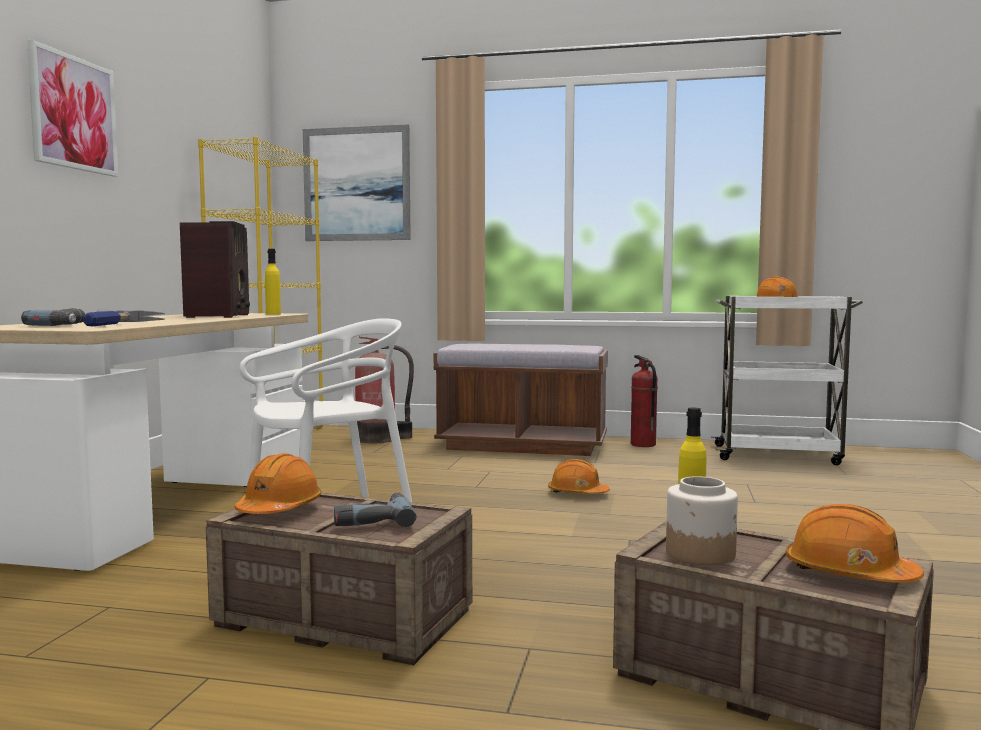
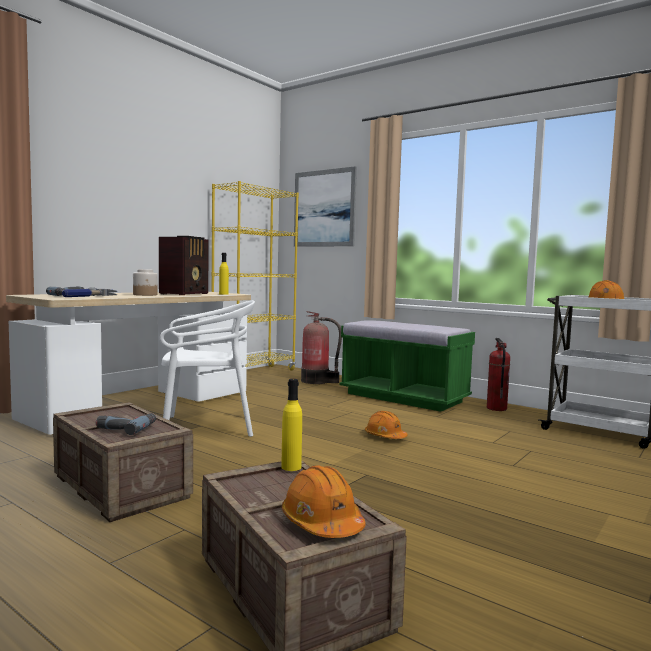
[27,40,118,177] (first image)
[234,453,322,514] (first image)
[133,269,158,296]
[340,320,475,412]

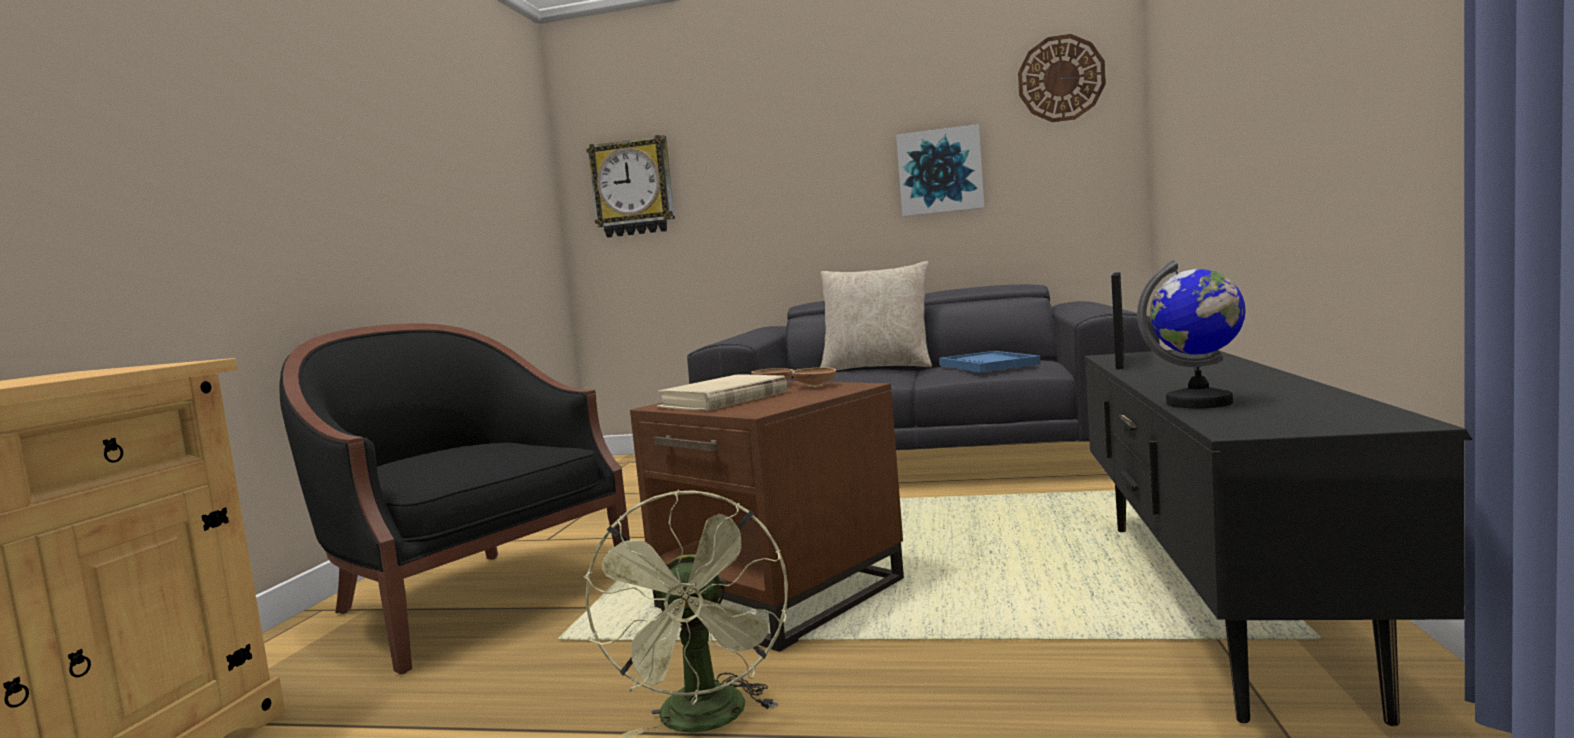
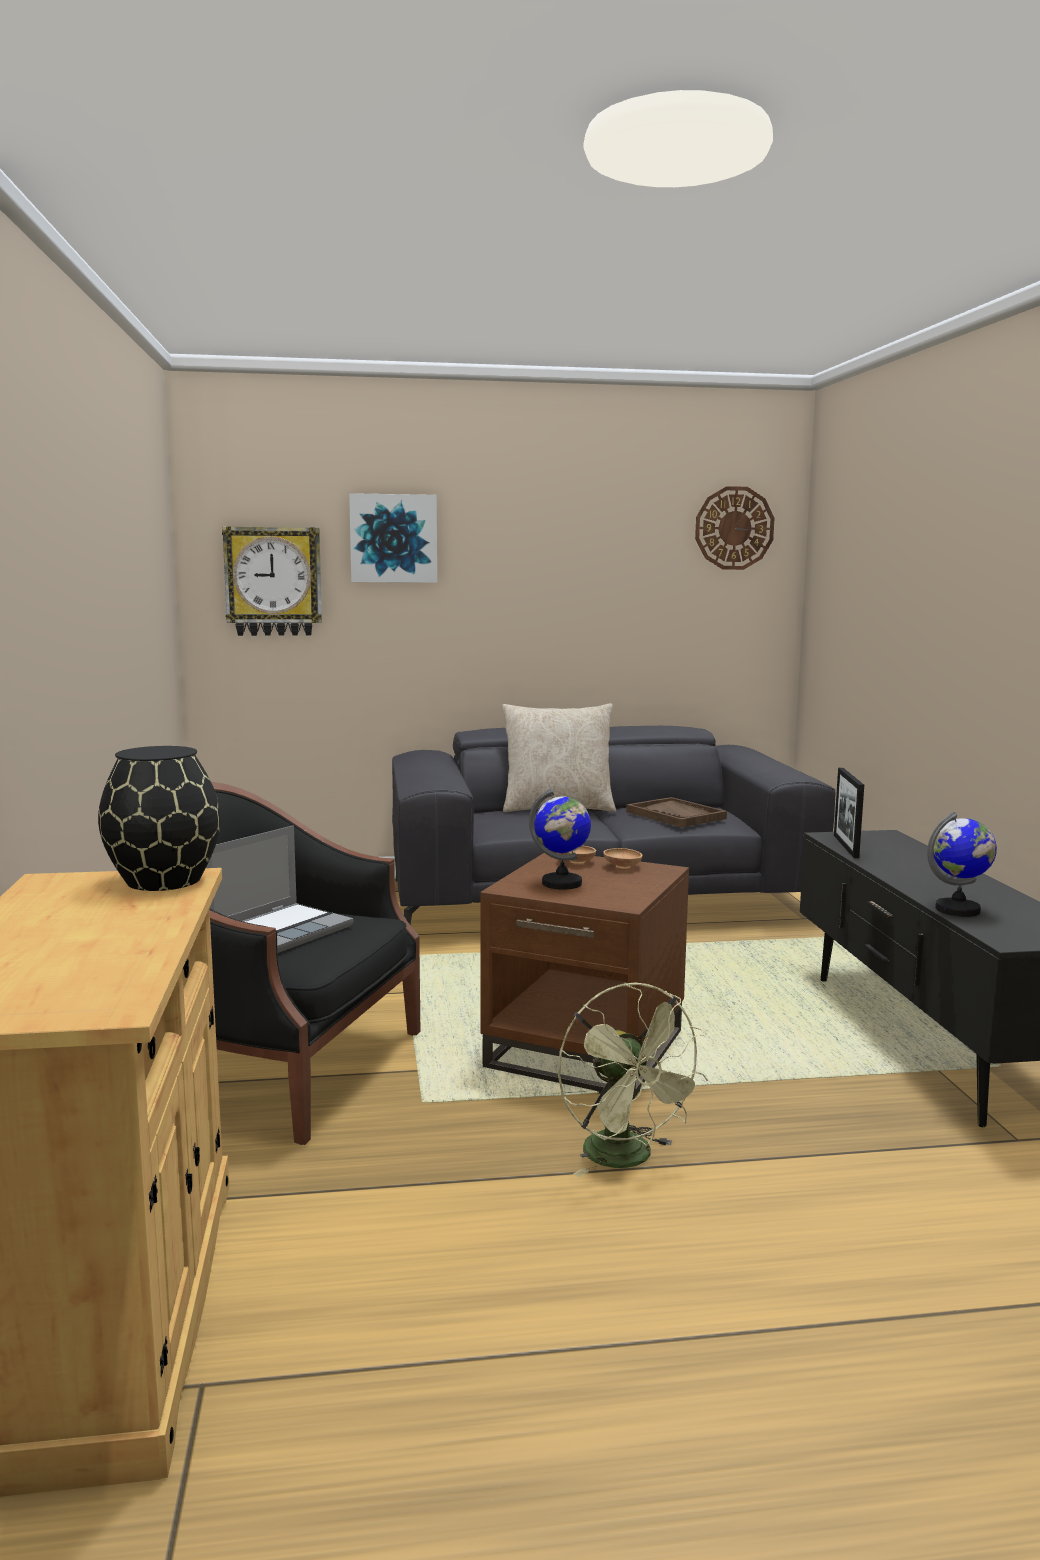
[98,746,221,891]
[206,825,353,953]
[349,493,437,583]
[529,789,591,890]
[626,797,727,827]

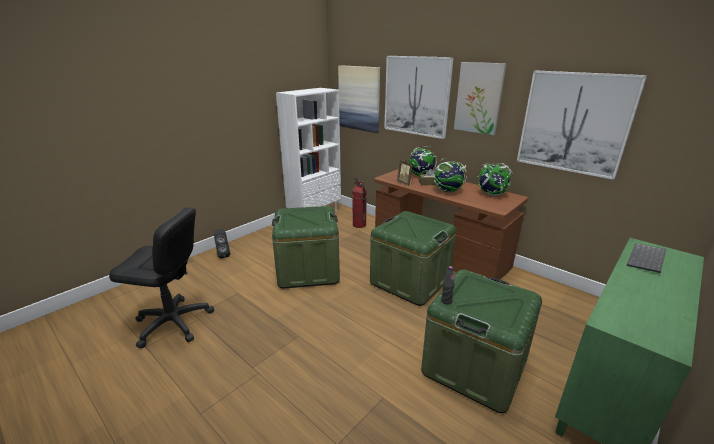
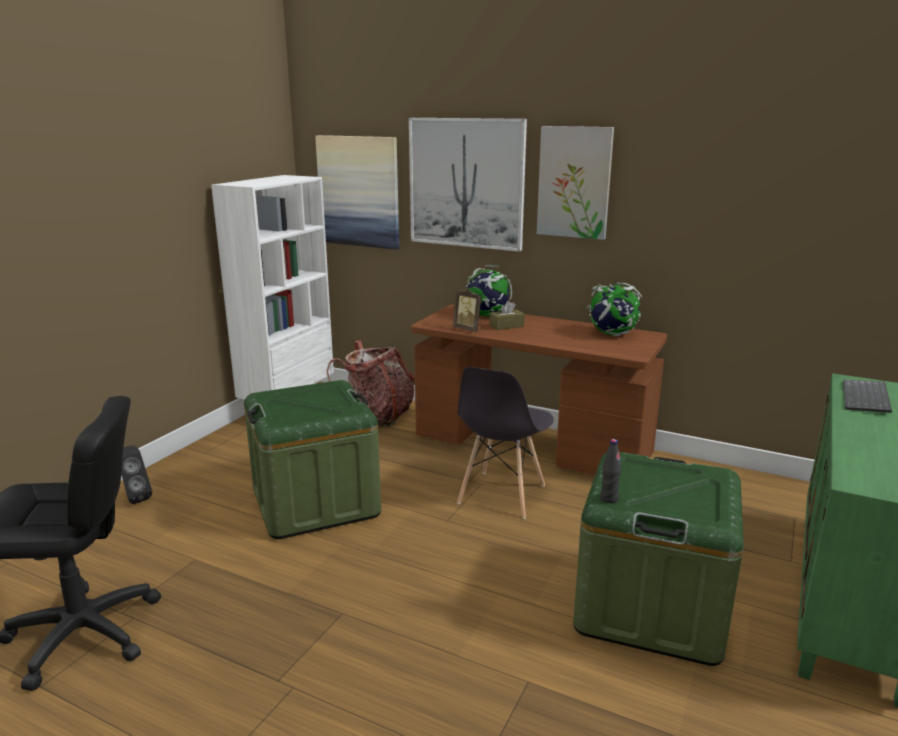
[434,158,467,192] (first image)
[517,70,647,180] (first image)
[327,340,415,427]
[457,367,554,519]

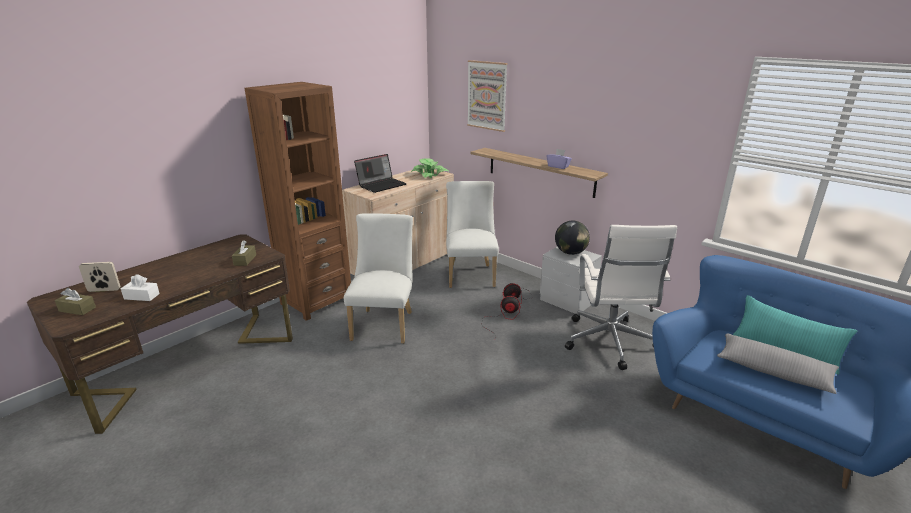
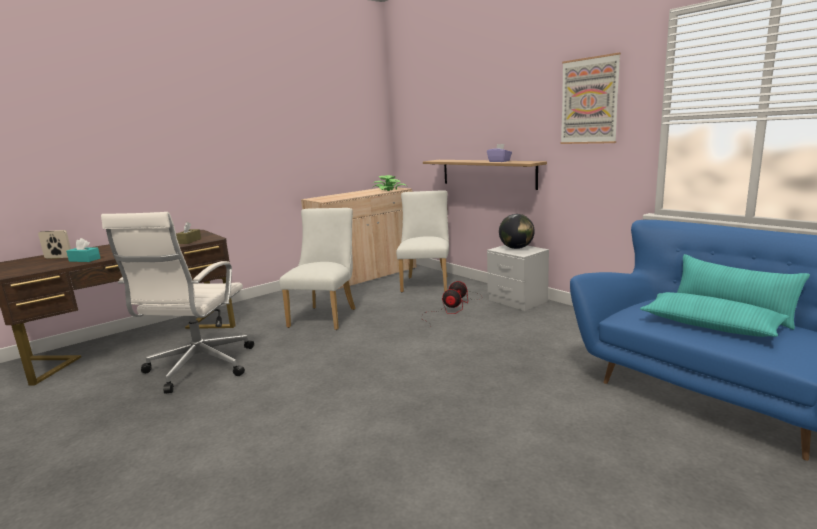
[55,288,96,315] (first image)
[244,82,351,321] (first image)
[354,154,407,193] (first image)
[560,53,621,144]
[101,212,254,394]
[66,238,100,262]
[640,292,790,337]

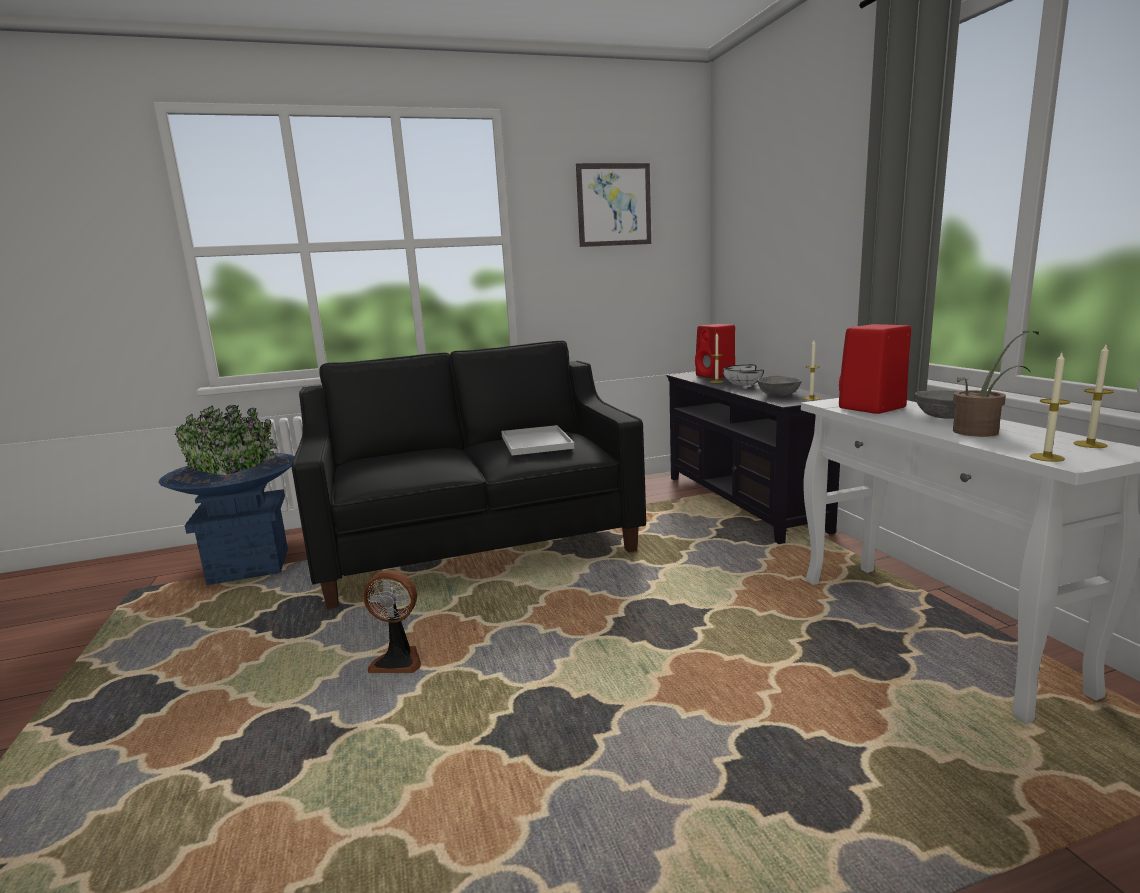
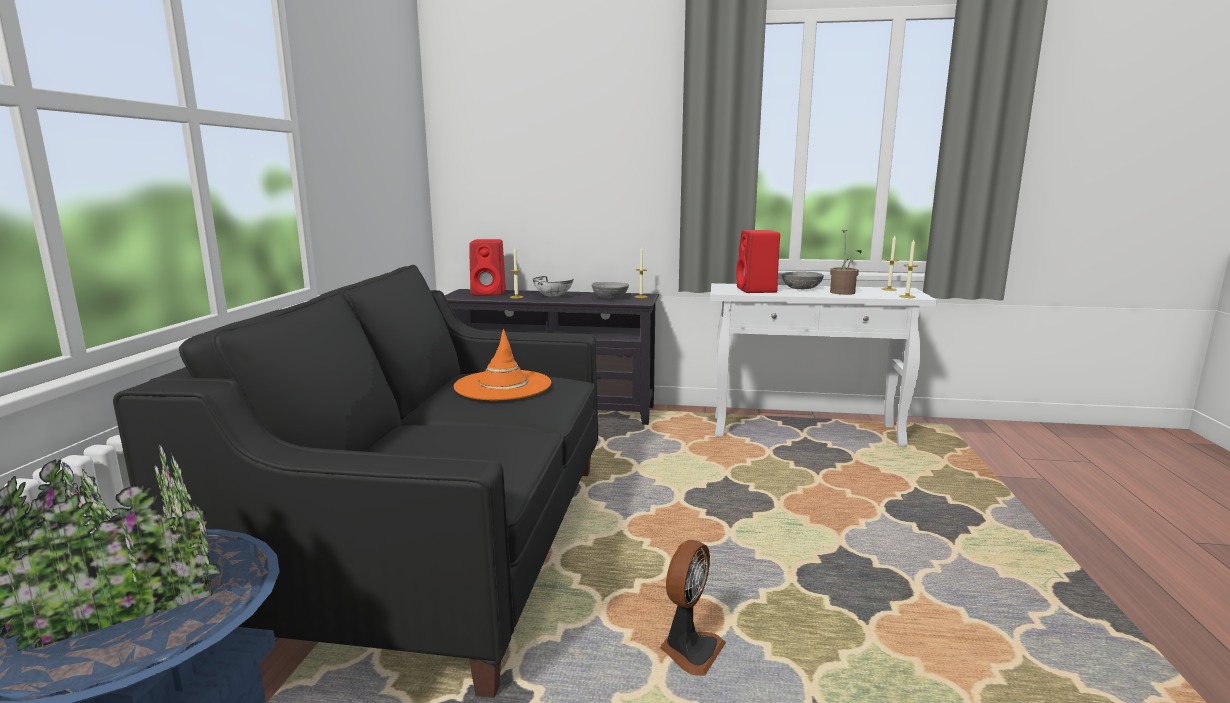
[576,163,651,247] (first image)
[454,329,551,400]

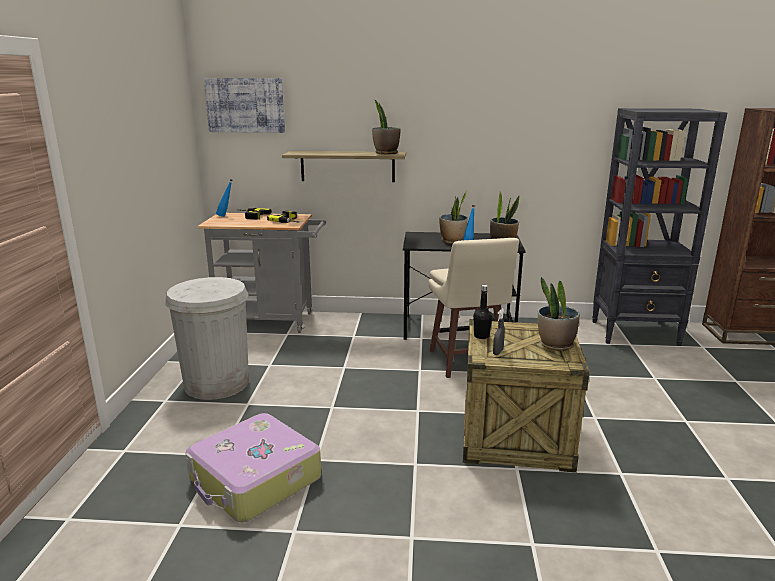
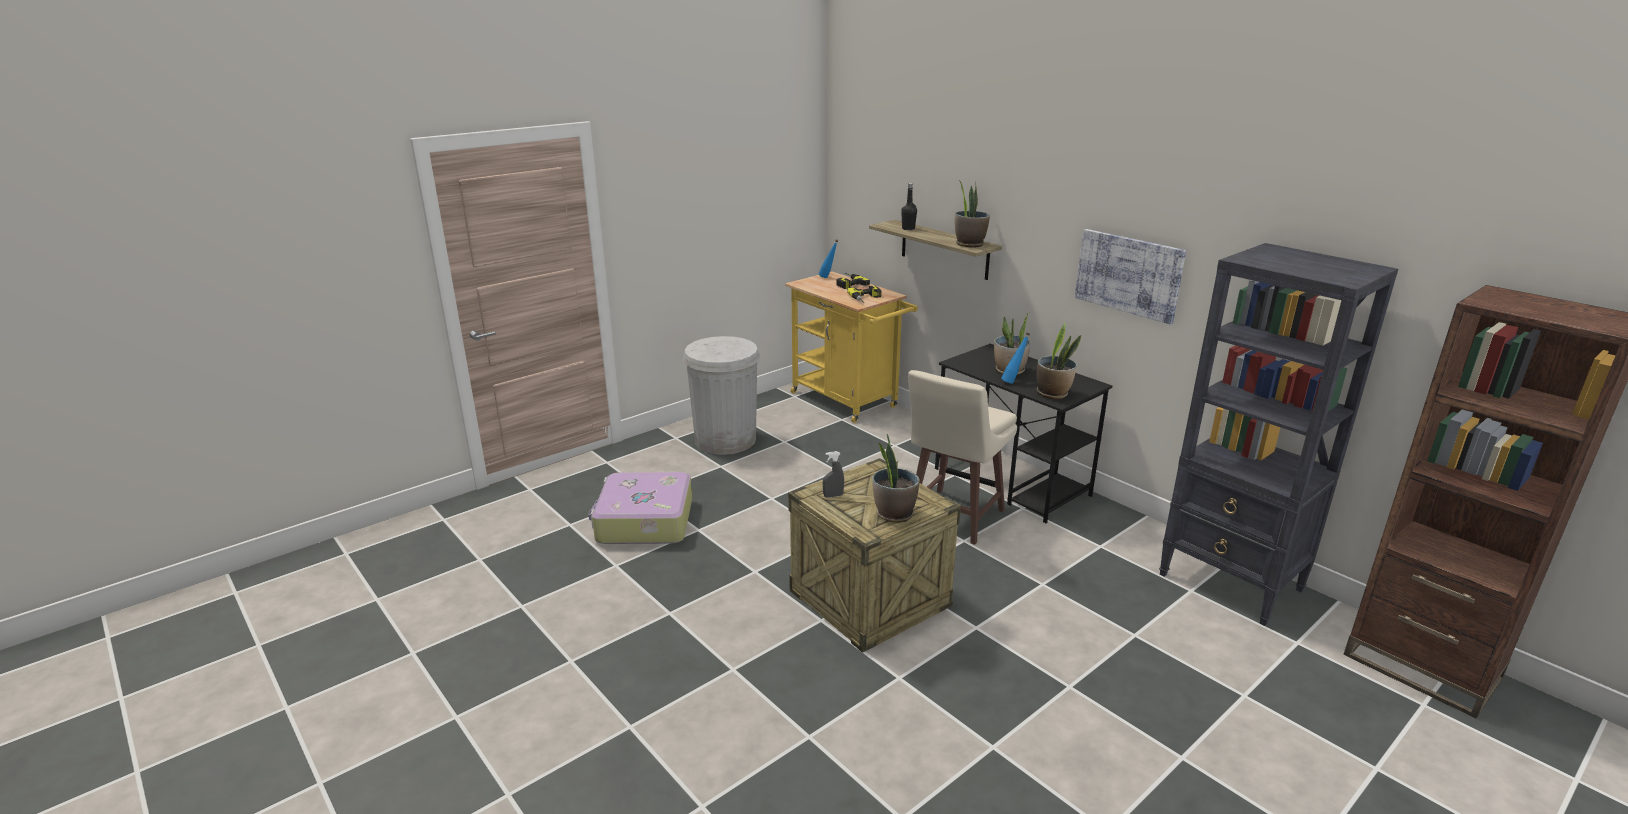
[1075,229,1186,324]
[901,183,917,230]
[785,272,918,423]

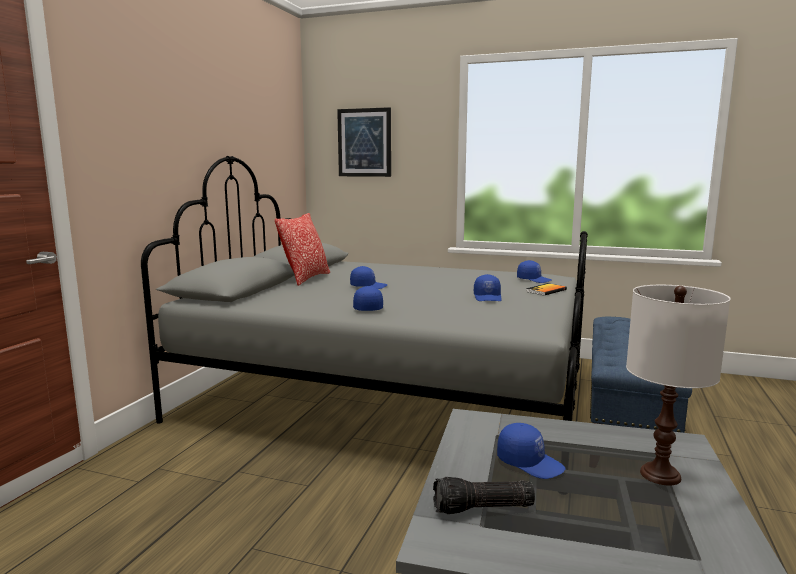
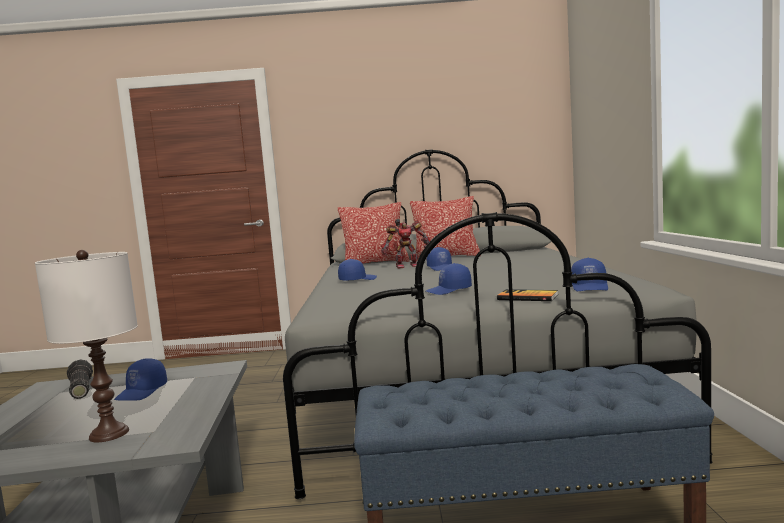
[337,107,391,177] (first image)
[338,202,410,264]
[381,219,431,268]

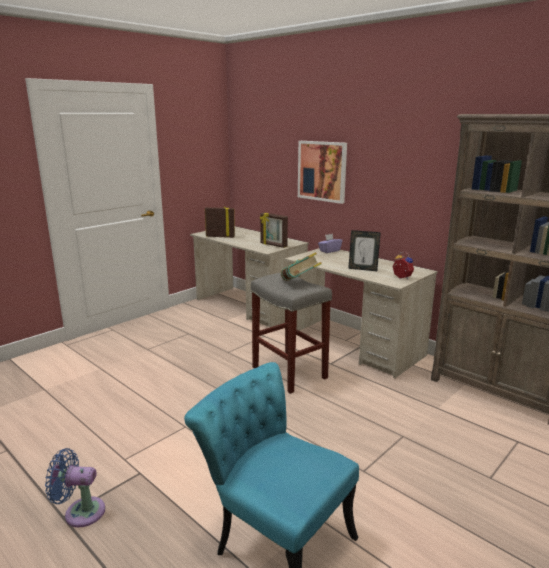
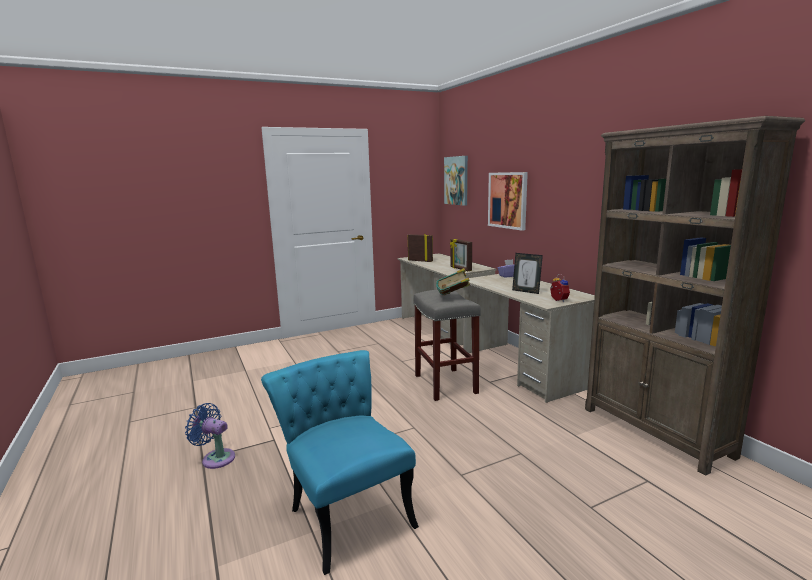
[444,156,468,206]

